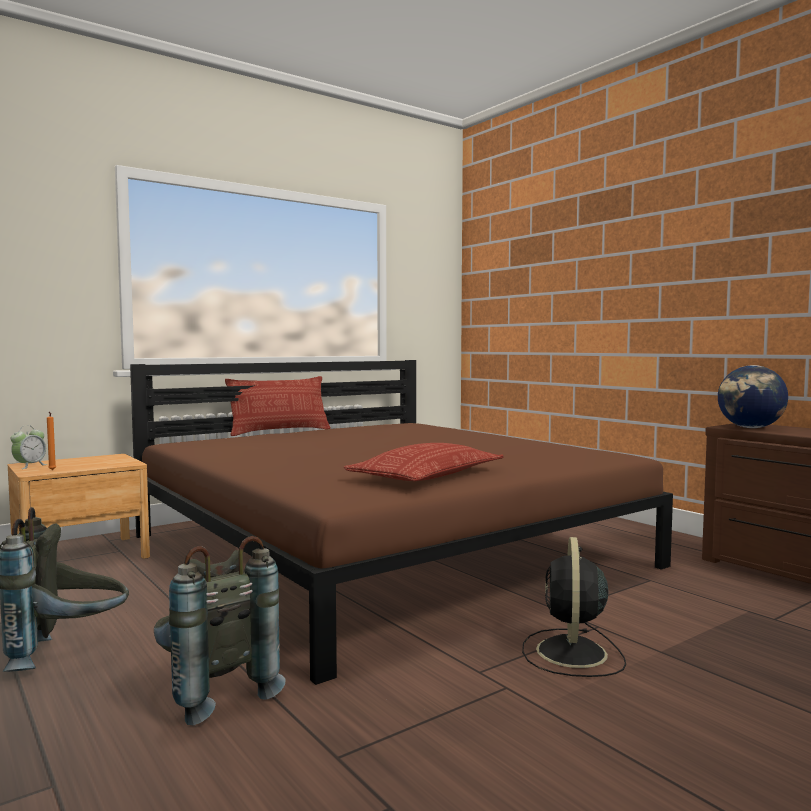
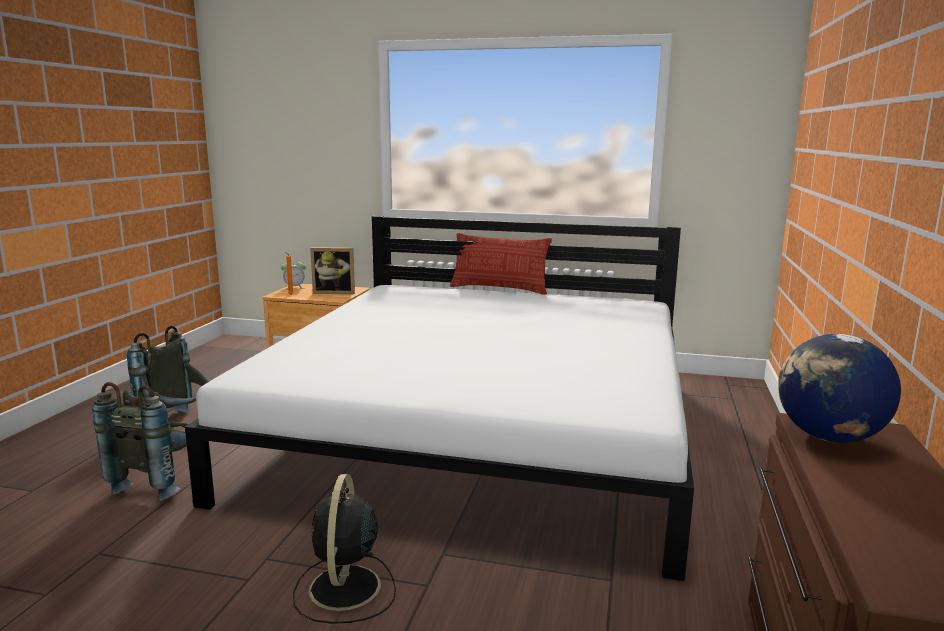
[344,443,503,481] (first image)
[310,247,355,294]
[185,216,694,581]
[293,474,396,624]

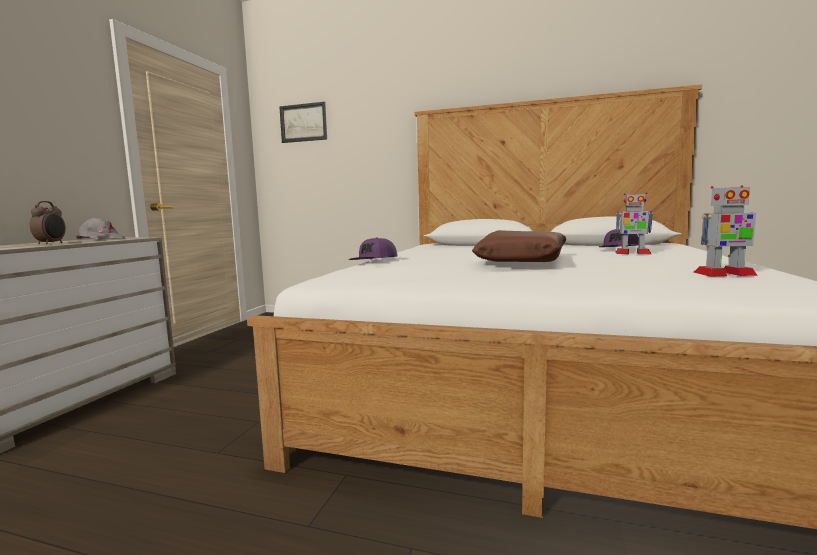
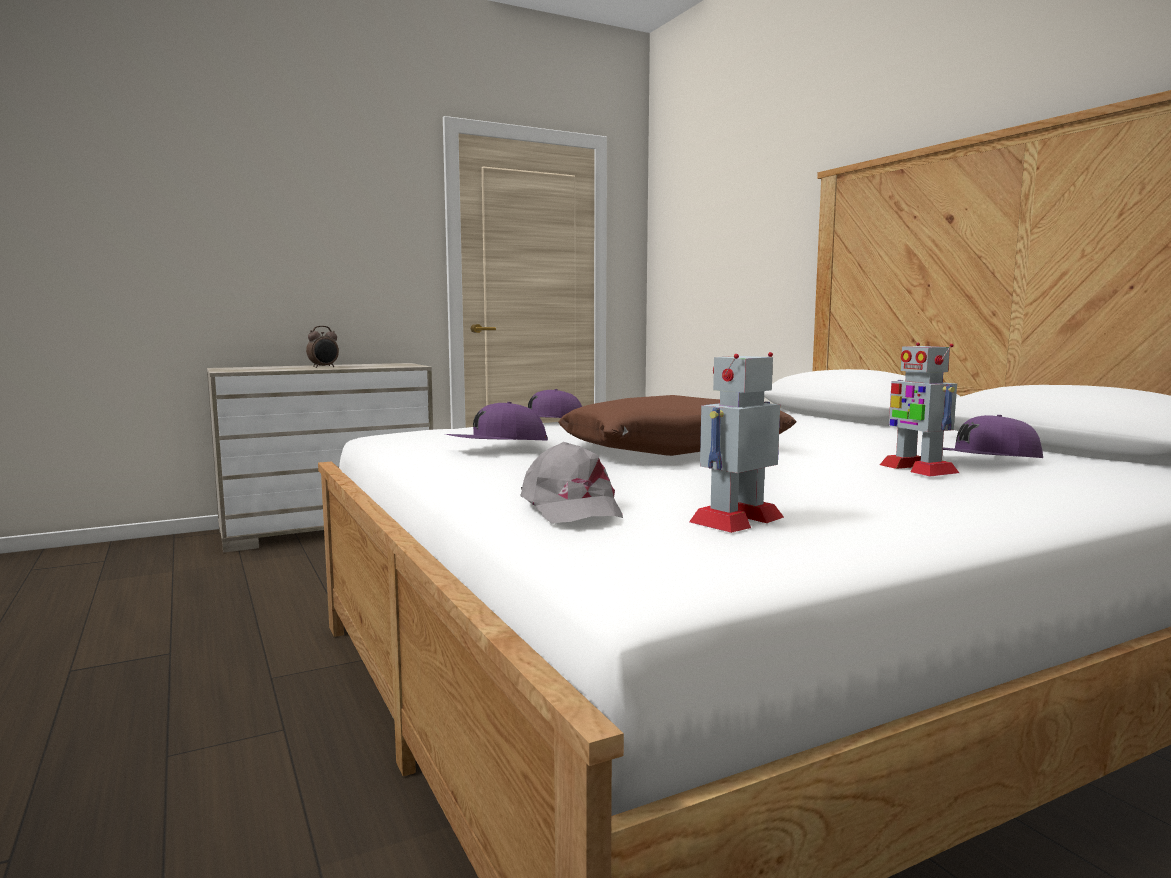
[279,102,327,143] (first image)
[445,402,548,441]
[520,442,623,523]
[689,352,784,533]

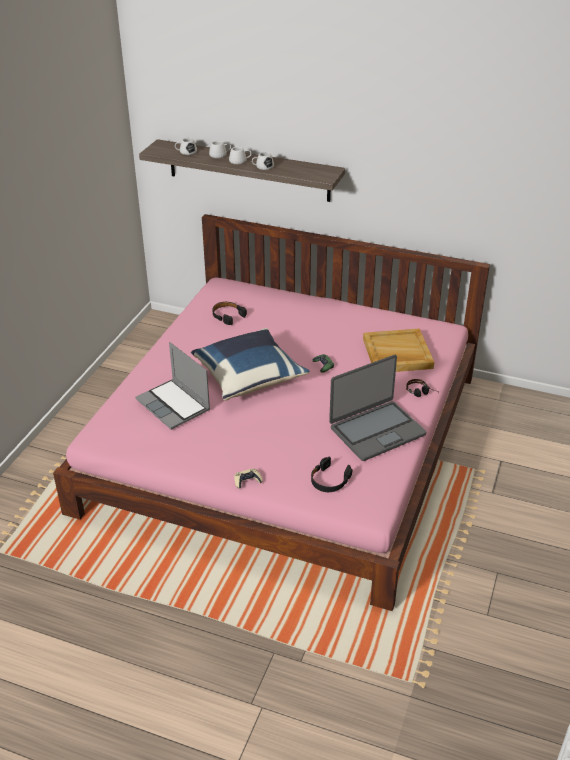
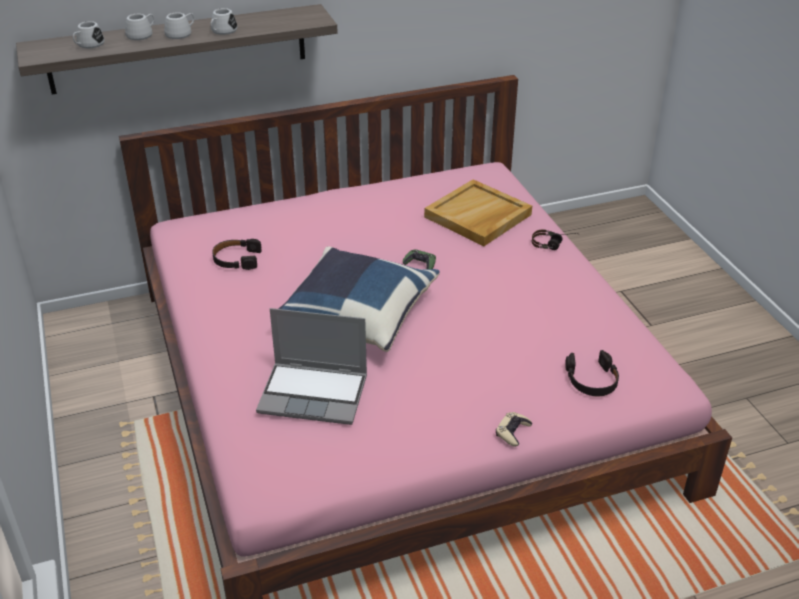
[329,355,427,461] (first image)

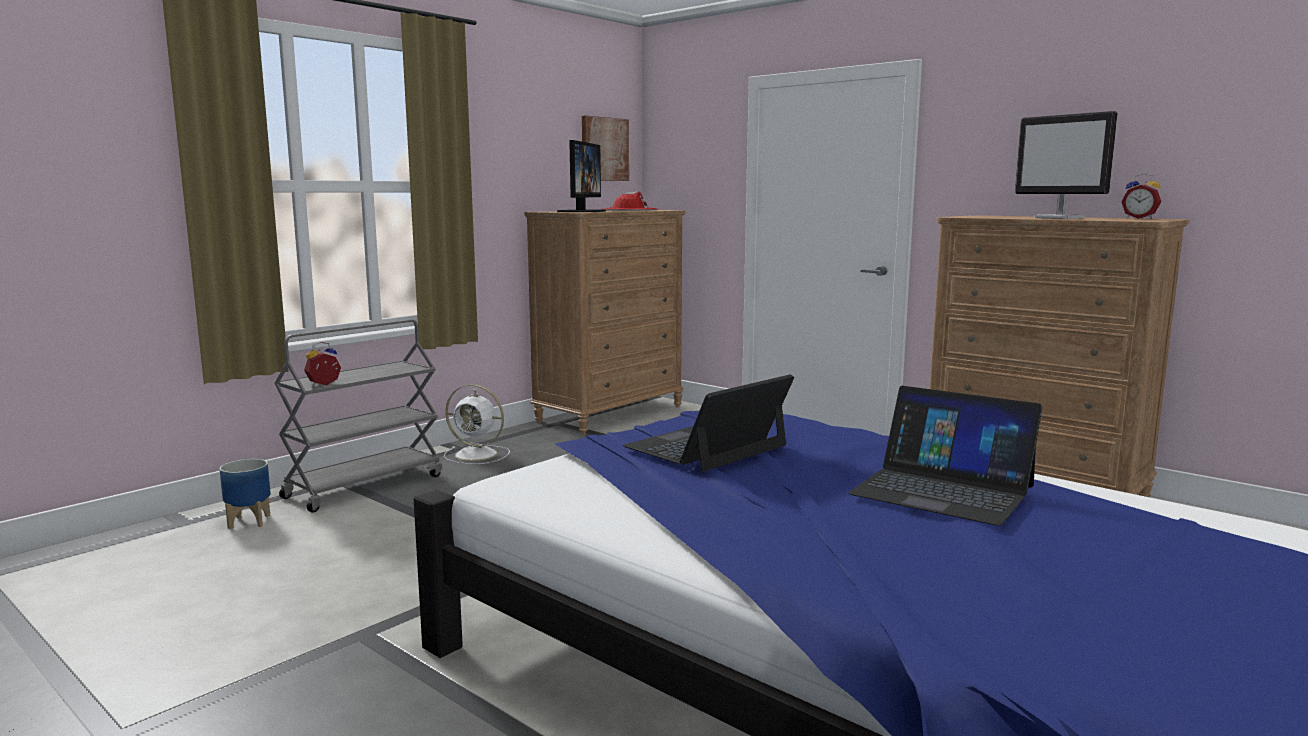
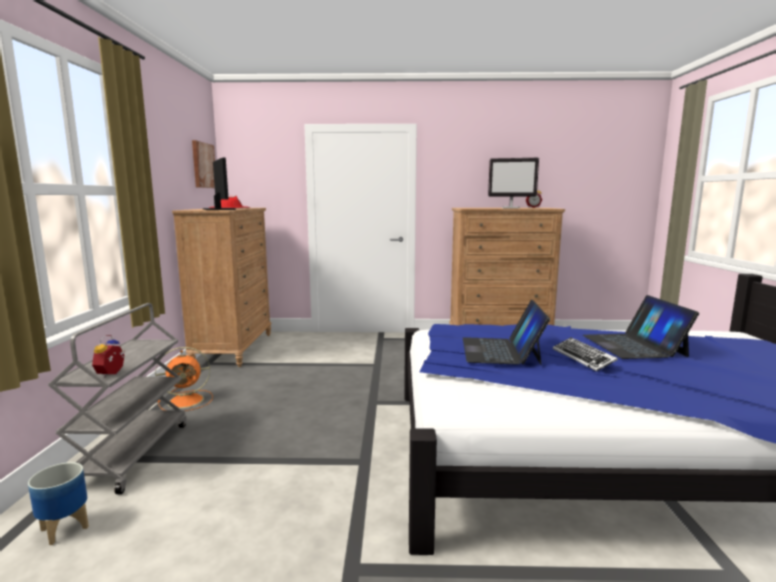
[553,337,618,371]
[155,347,213,411]
[583,295,699,359]

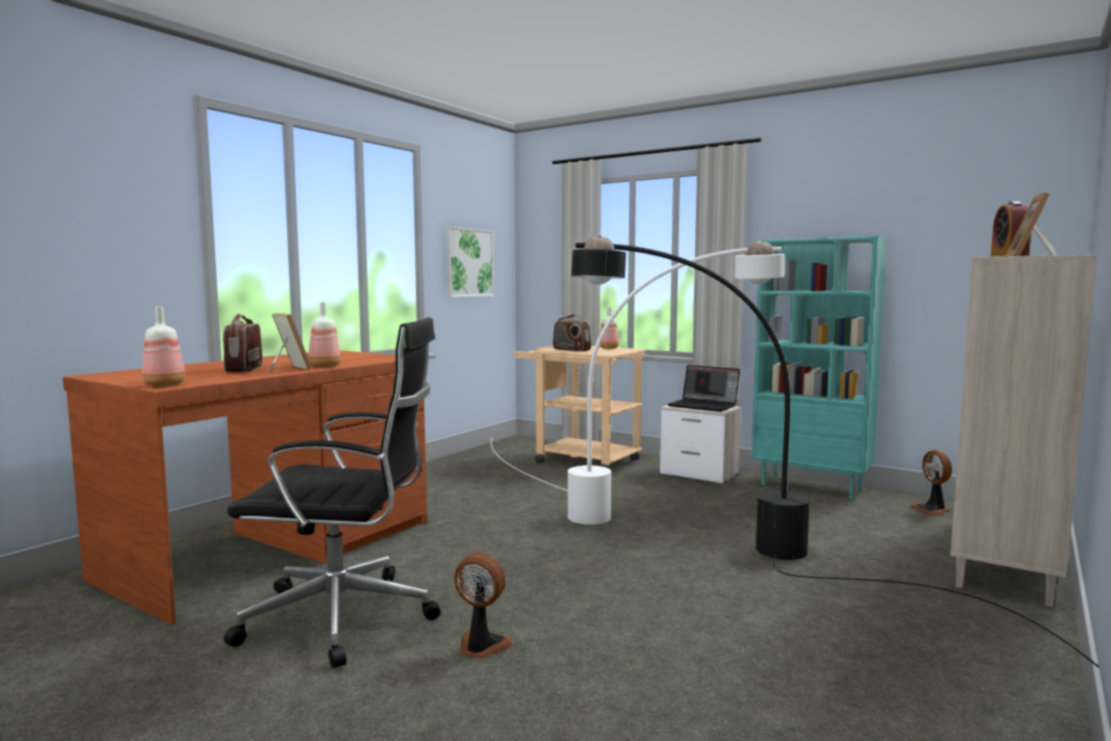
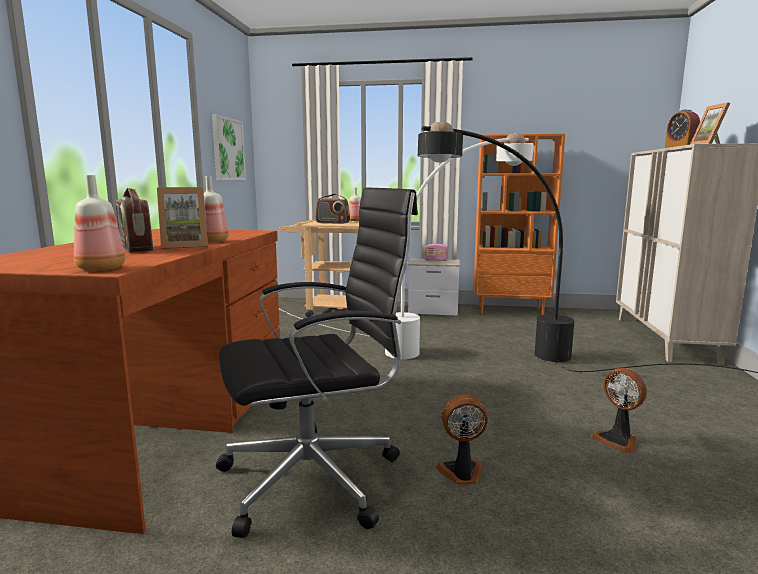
[591,368,647,453]
[425,244,447,261]
[474,133,565,315]
[157,187,208,249]

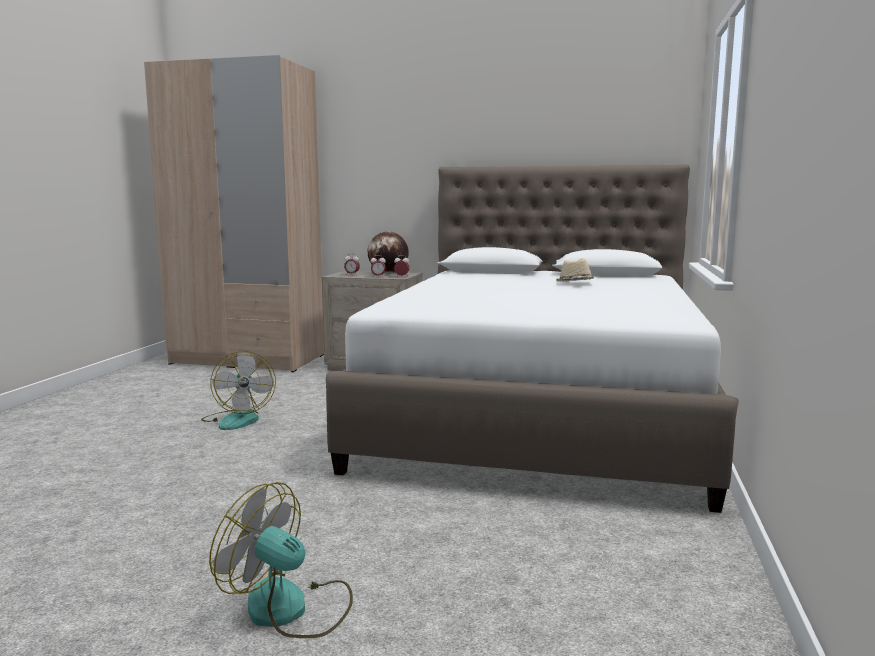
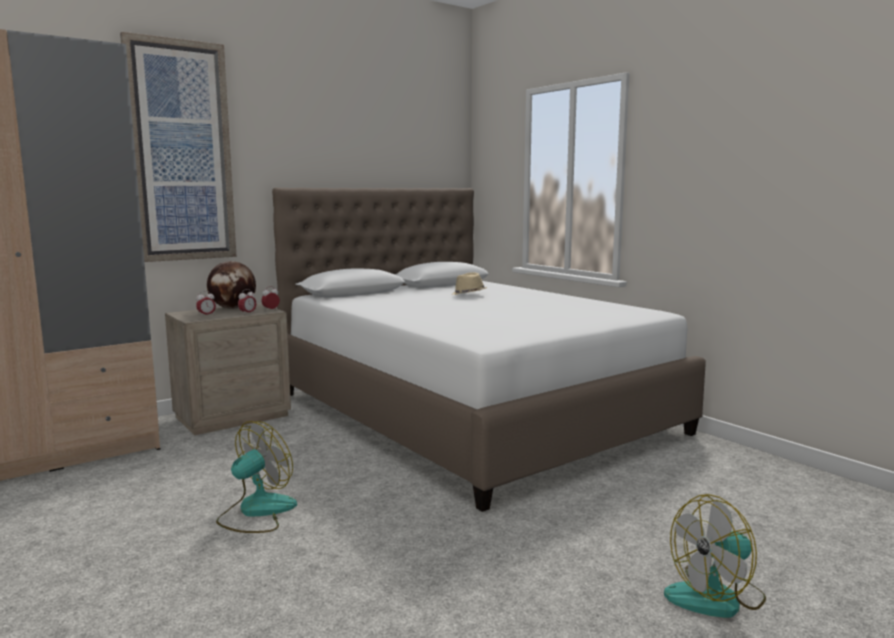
[120,32,237,262]
[216,421,297,533]

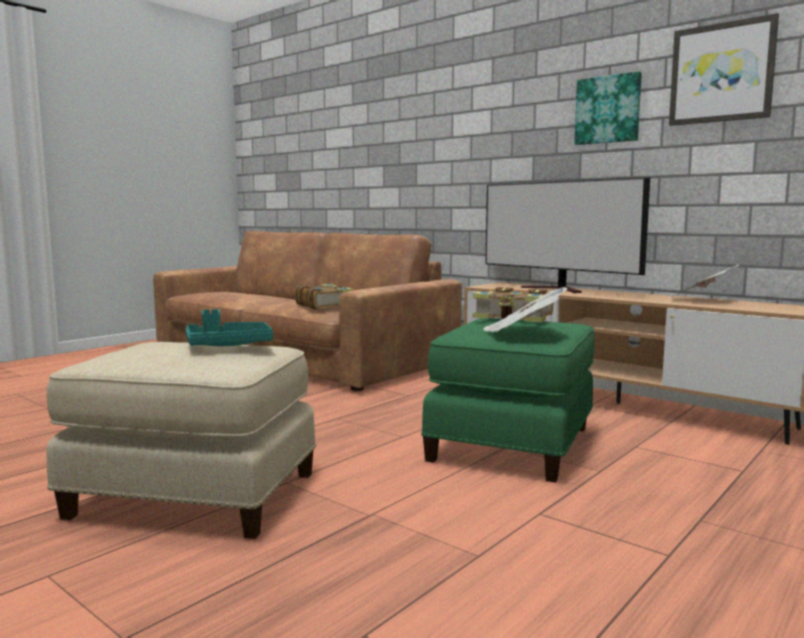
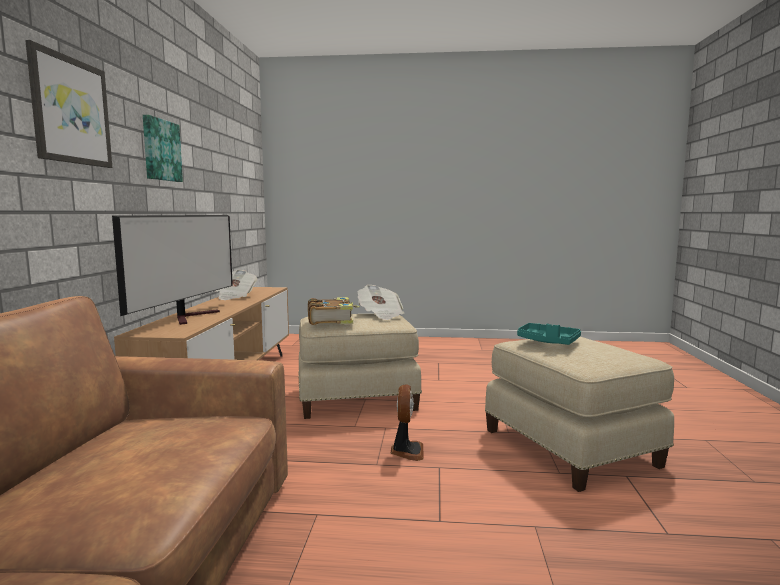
[295,284,353,310] (first image)
[391,385,424,461]
[25,40,112,168]
[298,314,422,419]

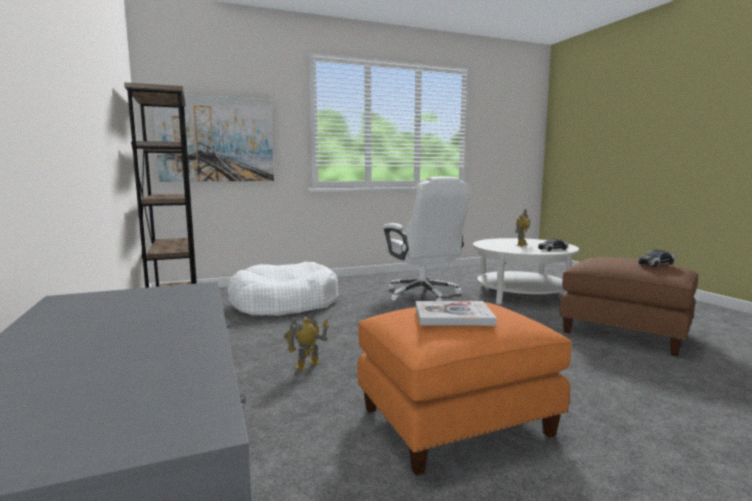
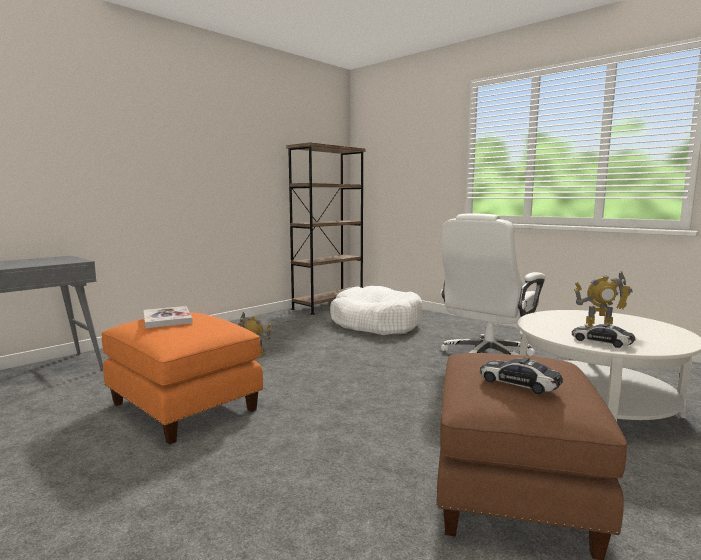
[153,95,274,182] (first image)

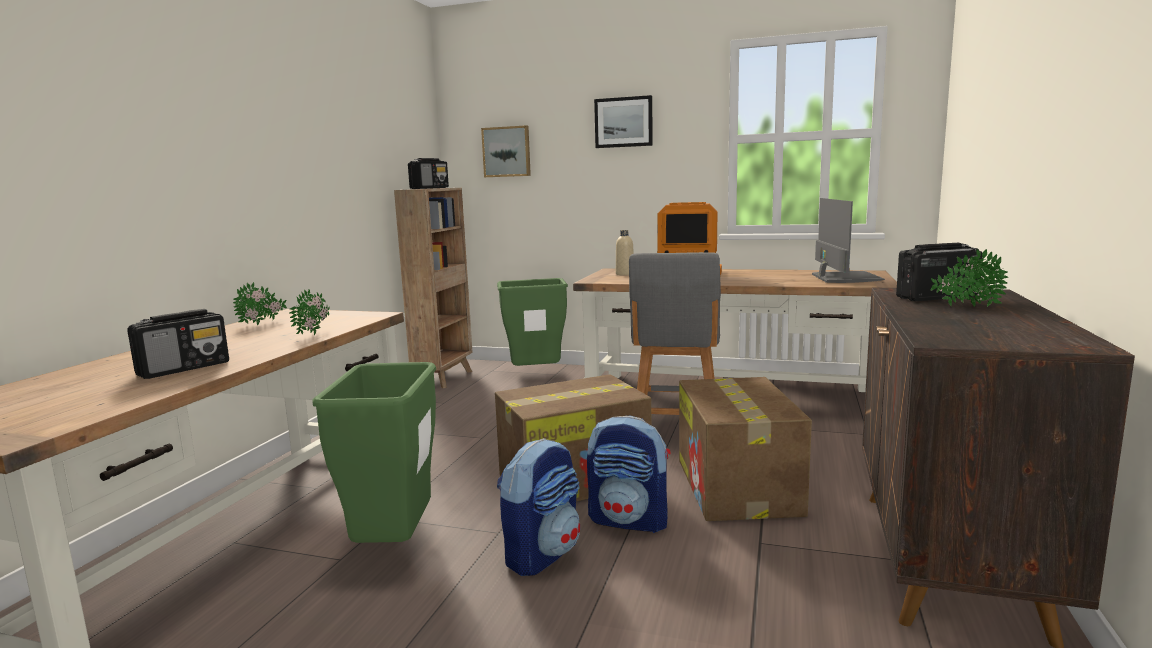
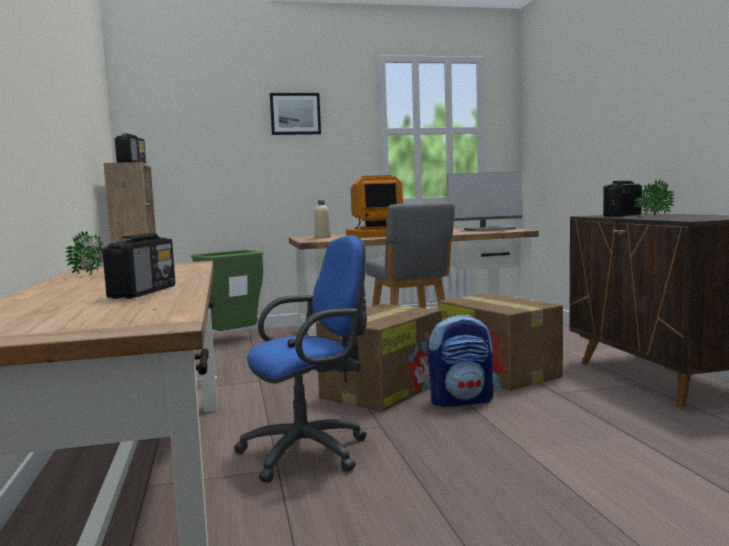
[290,289,330,335] (first image)
[481,125,531,177] (first image)
[497,438,580,576] (first image)
[234,235,367,483]
[447,172,522,231]

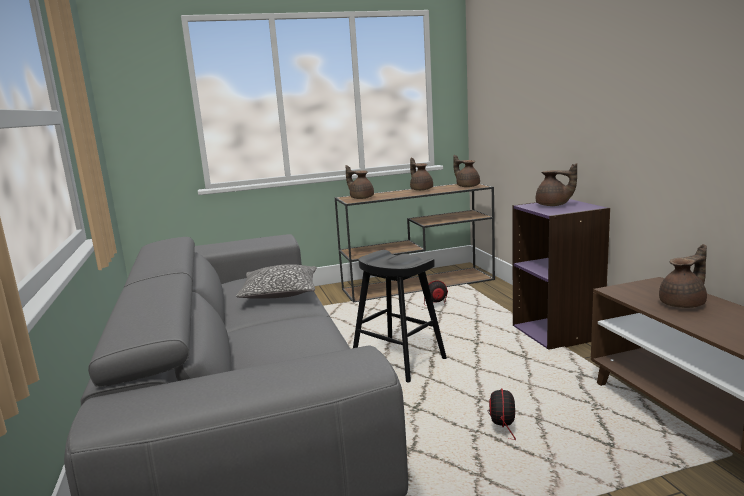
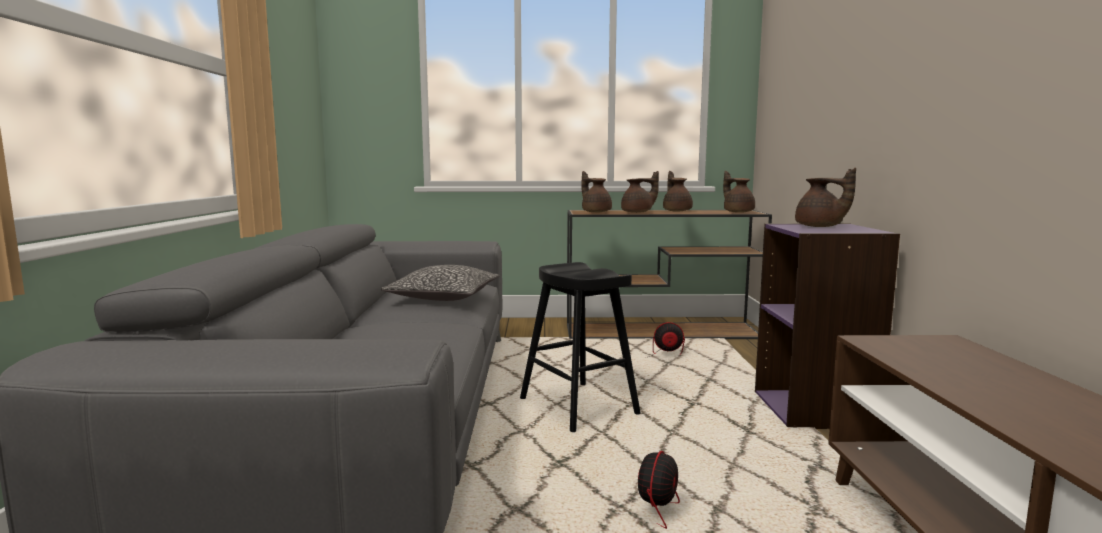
[621,171,659,213]

